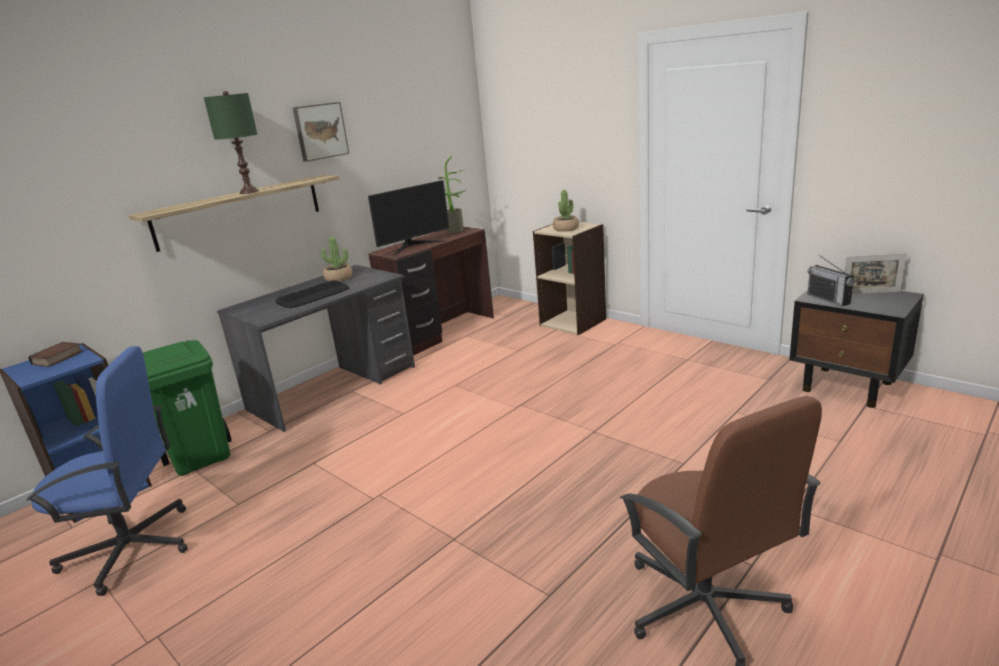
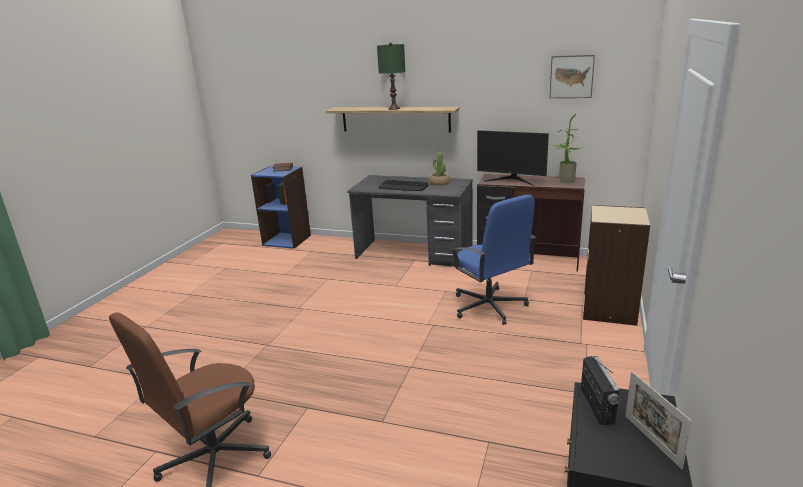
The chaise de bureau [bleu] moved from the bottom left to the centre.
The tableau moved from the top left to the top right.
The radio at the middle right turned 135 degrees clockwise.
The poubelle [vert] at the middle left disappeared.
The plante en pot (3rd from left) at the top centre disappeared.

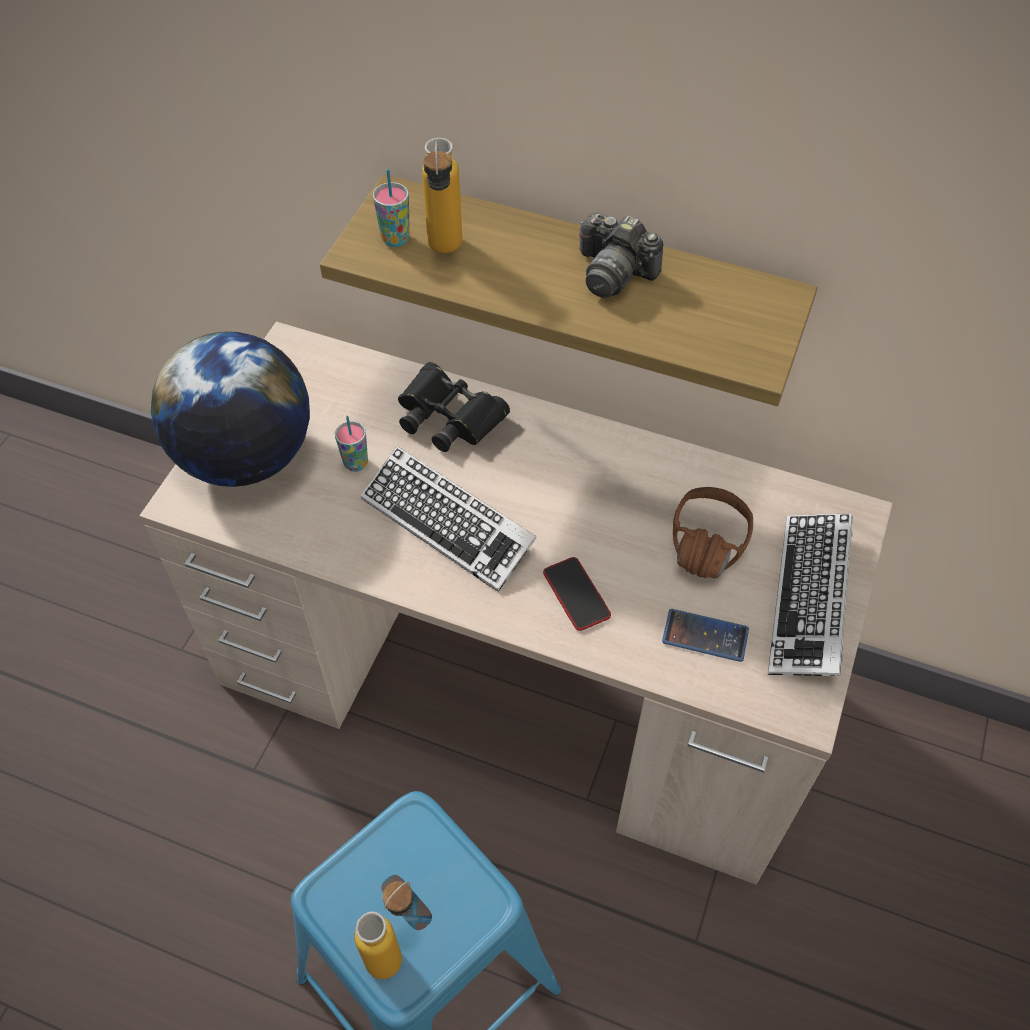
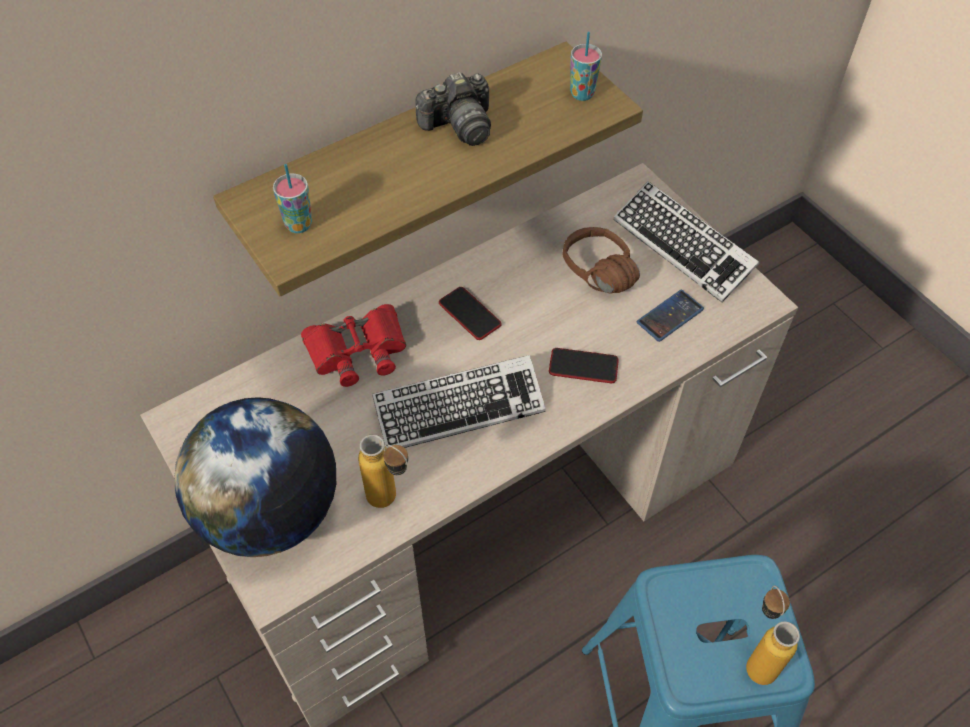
The jumelles [noir] at the centre became the jumelles [rouge] at the centre.
The bouteille (2nd from left in the first image) moved from the top centre to the centre.
The téléphone (1st from left) at the centre appeared.
The tasse (1st from left in the first image) moved from the centre to the top centre.

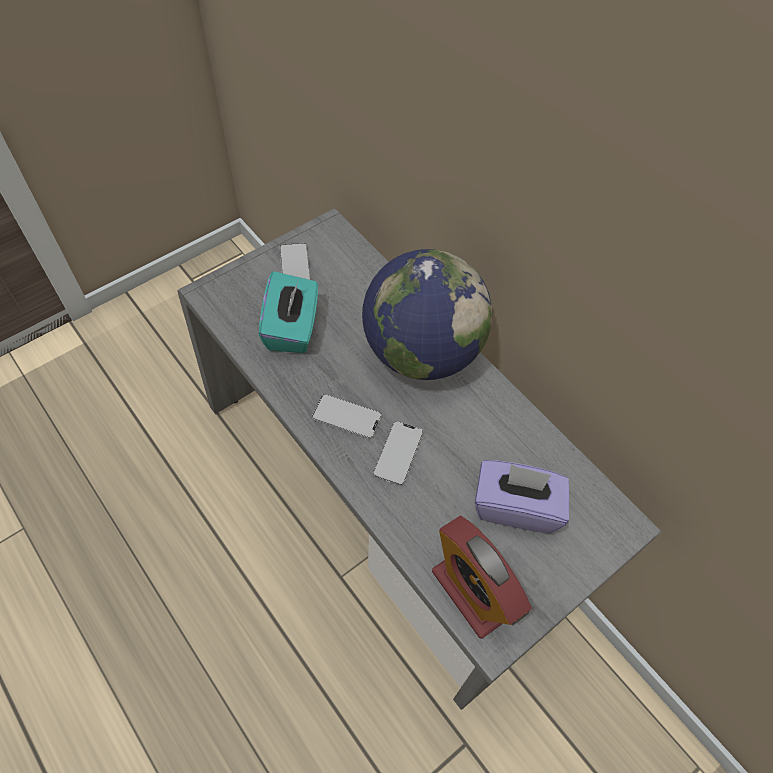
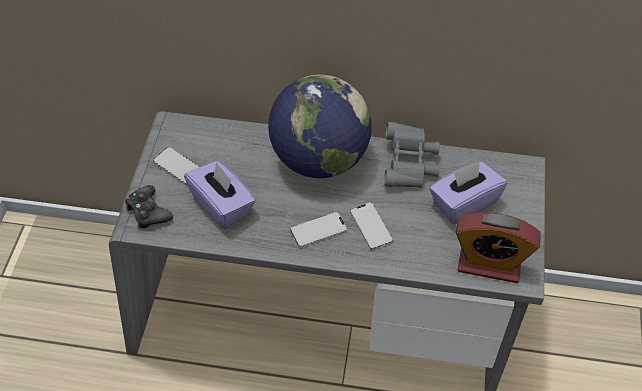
The manette [noir] at the middle left appeared.
The boîte à mouchoirs [turquoise] at the centre became the boîte à mouchoirs [violet] (1st from left) at the centre.
The jumelles [gris] at the centre appeared.

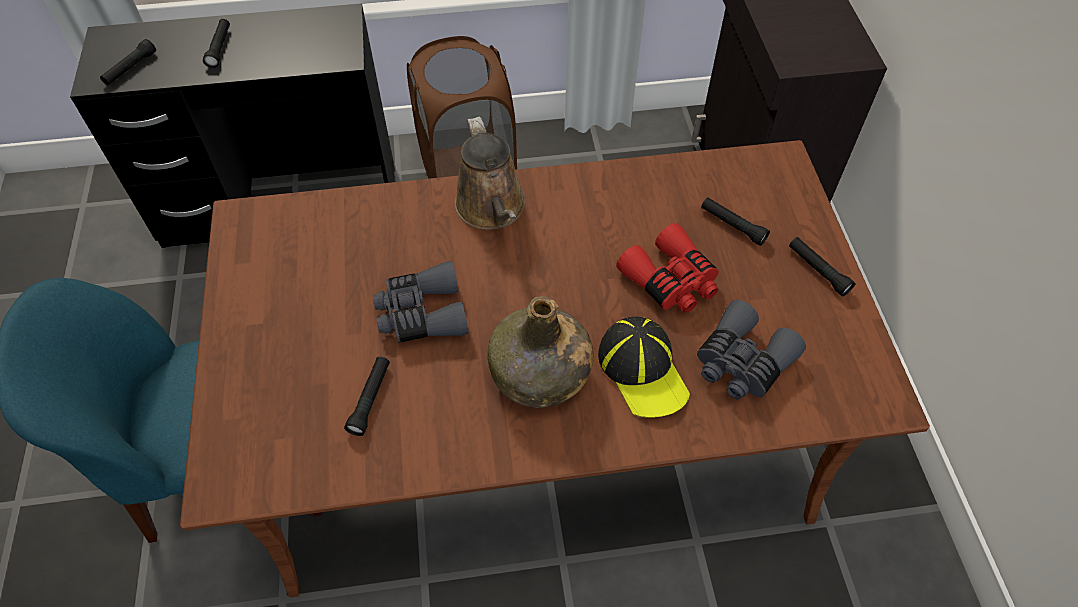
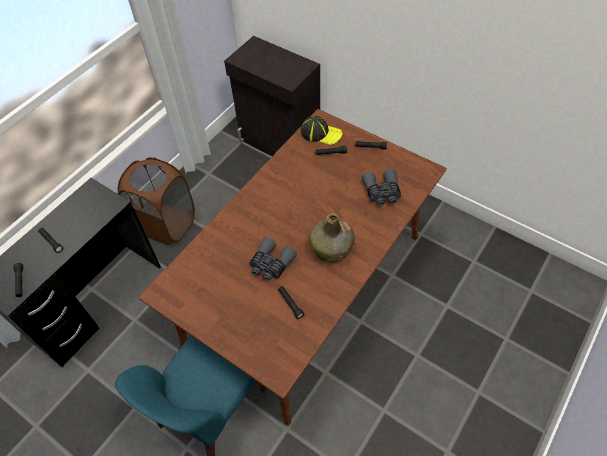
The casquette moved from the centre to the top centre.
The arrosoir [marron] at the top centre disappeared.
The jumelles [rouge] at the centre disappeared.

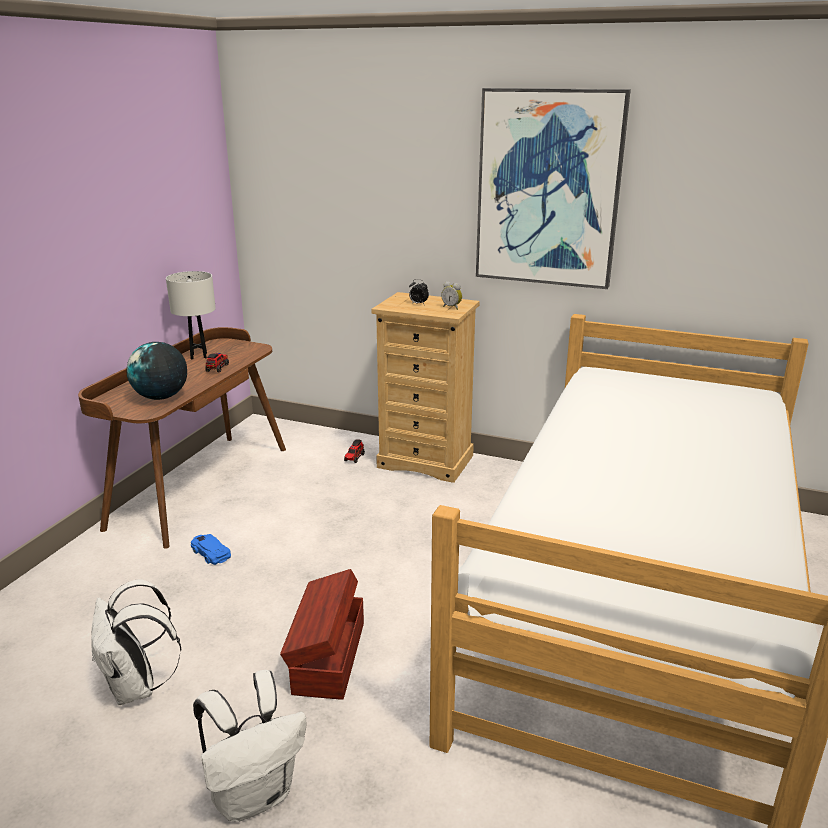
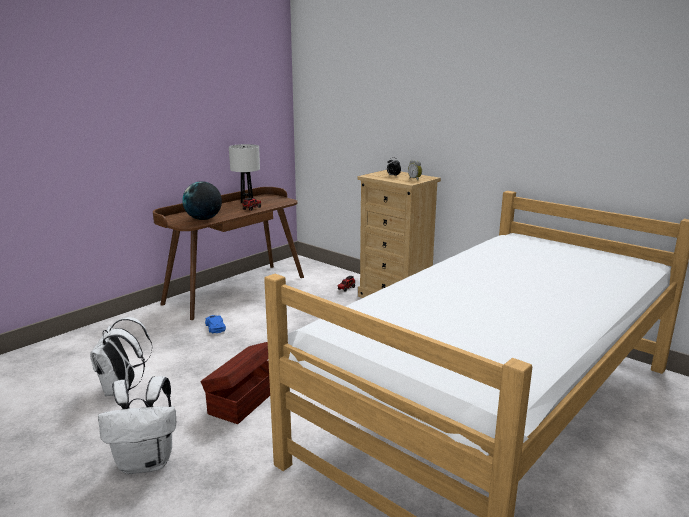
The tableau at the top right disappeared.

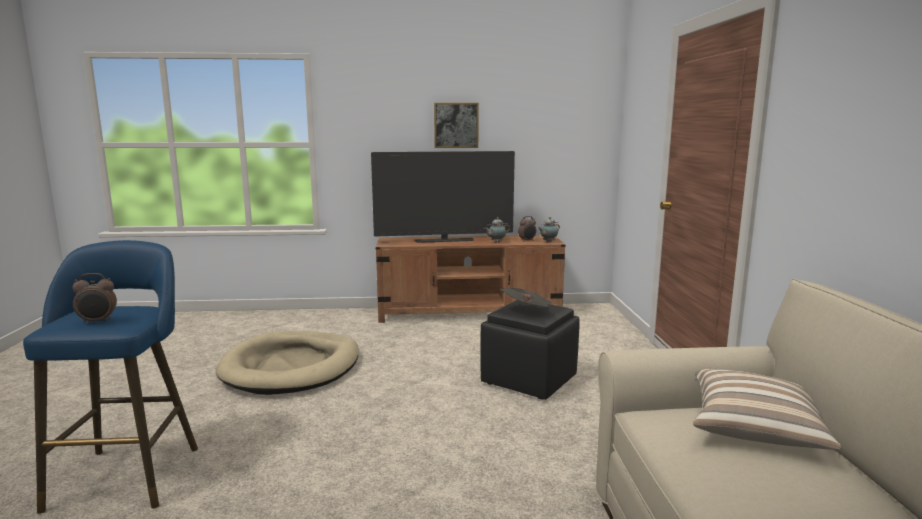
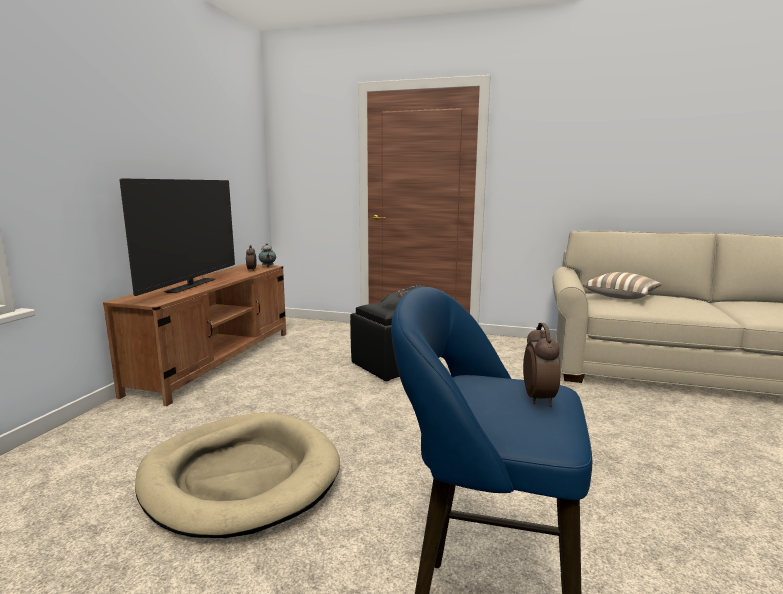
The tableau at the top centre disappeared.
The théière (1st from left) at the centre disappeared.

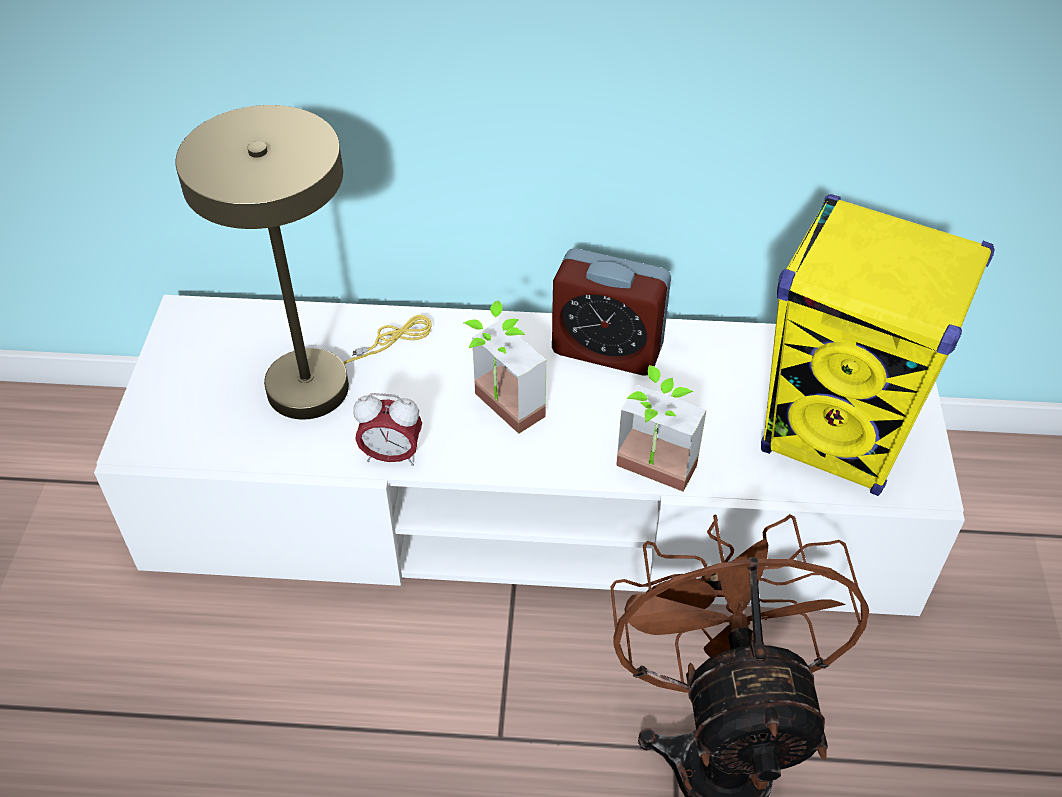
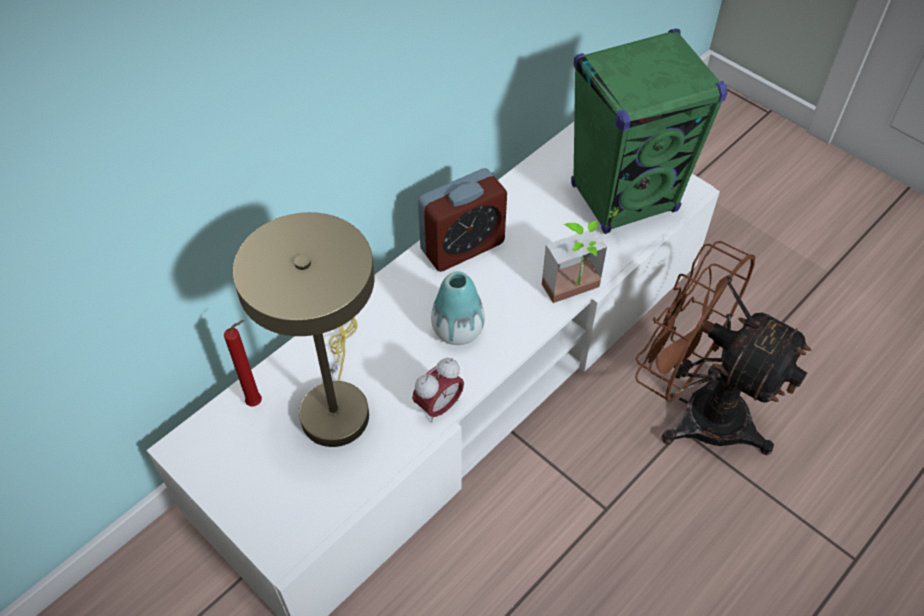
The bougie [rouge] at the middle left appeared.
The plante en pot (1st from left) at the centre was replaced by the vase at the centre.
The enceinte [jaune] at the middle right became the enceinte [vert] at the top right.

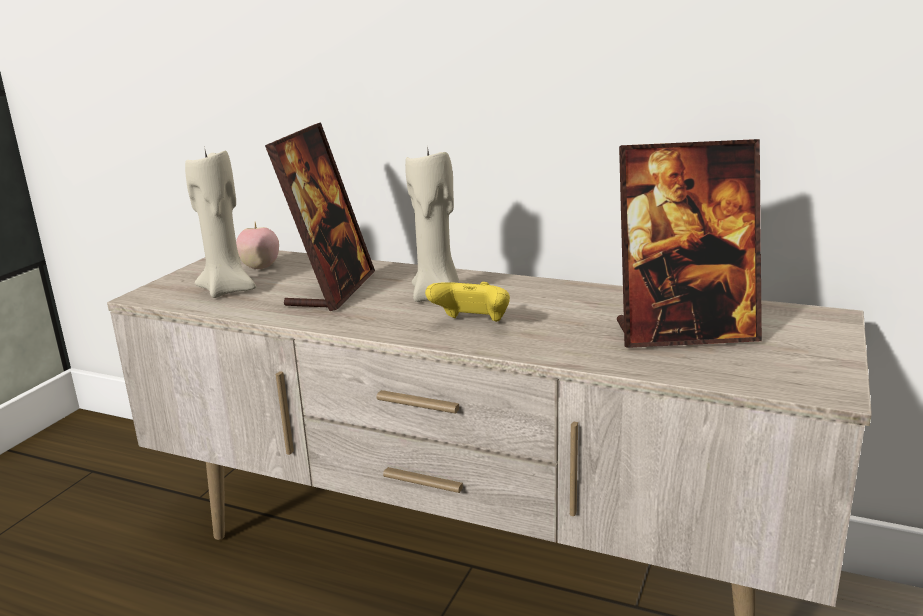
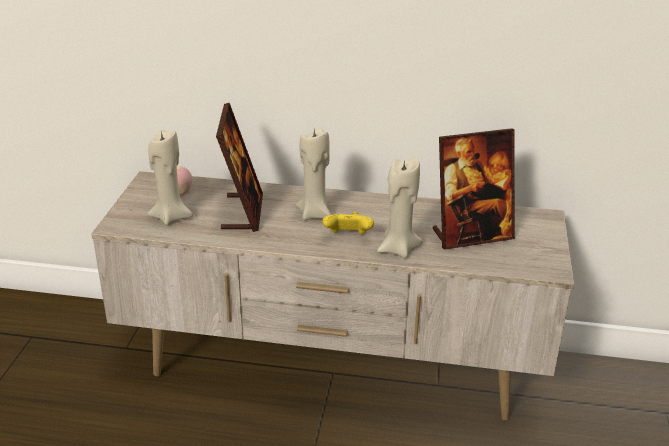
The bougie [beige] (3rd from left) at the centre appeared.

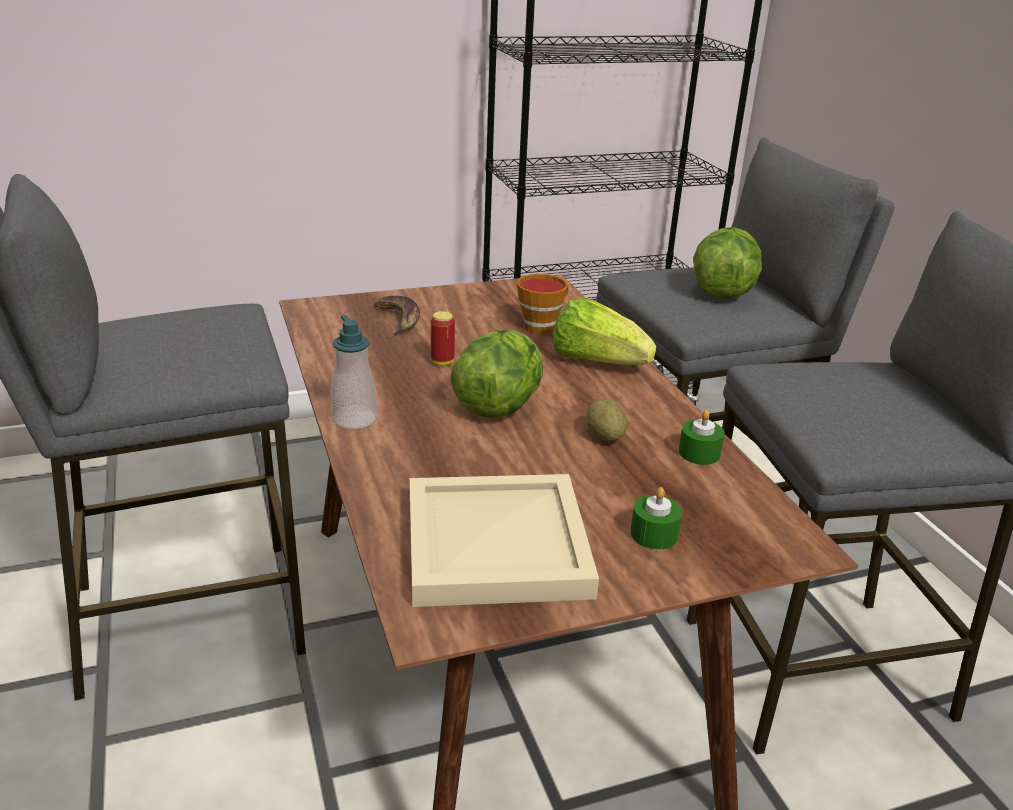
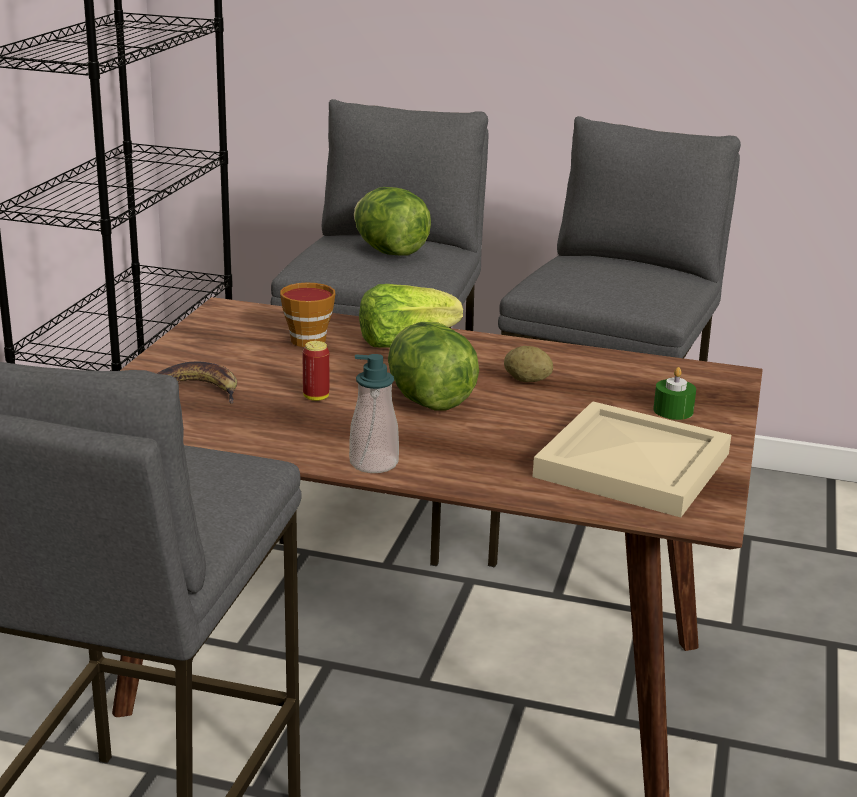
The bougie [vert] (2nd from left) at the middle right disappeared.

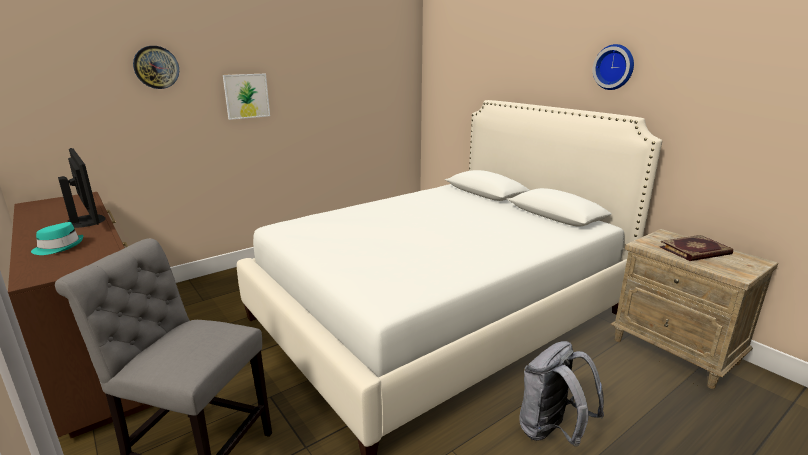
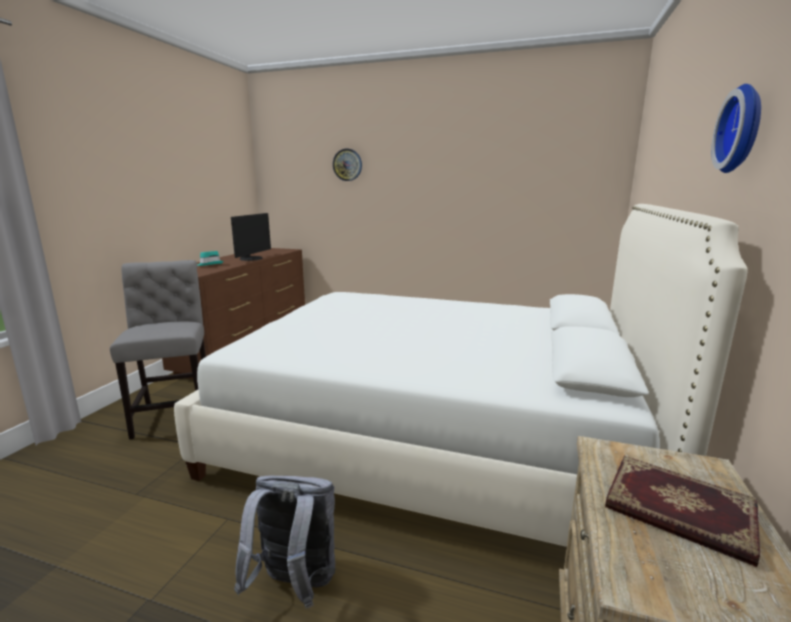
The tableau at the top left disappeared.

